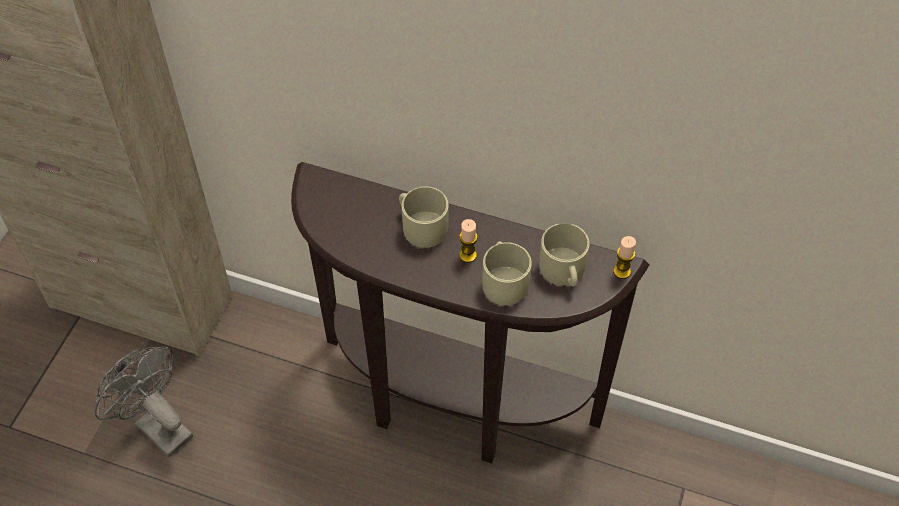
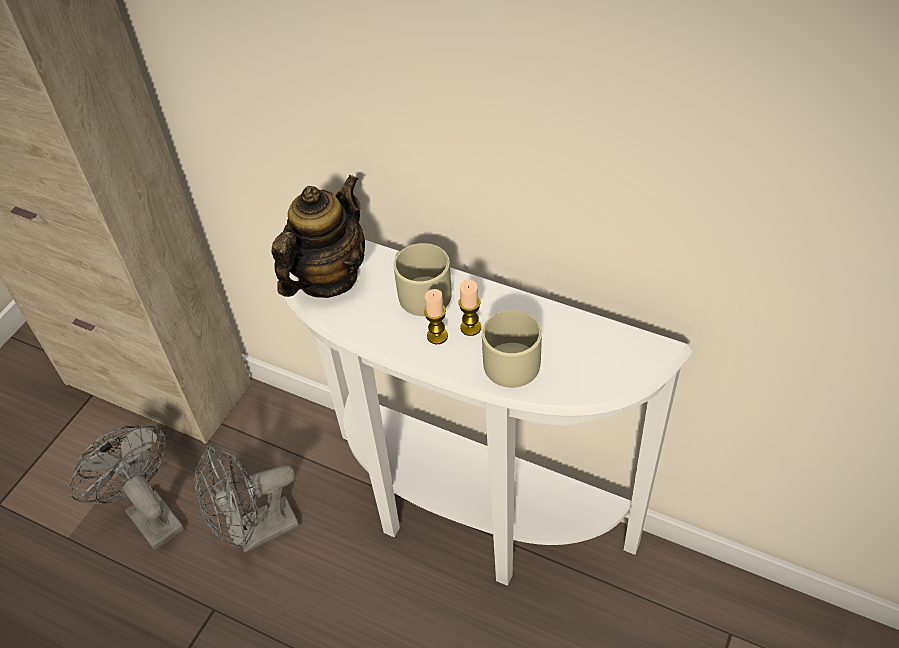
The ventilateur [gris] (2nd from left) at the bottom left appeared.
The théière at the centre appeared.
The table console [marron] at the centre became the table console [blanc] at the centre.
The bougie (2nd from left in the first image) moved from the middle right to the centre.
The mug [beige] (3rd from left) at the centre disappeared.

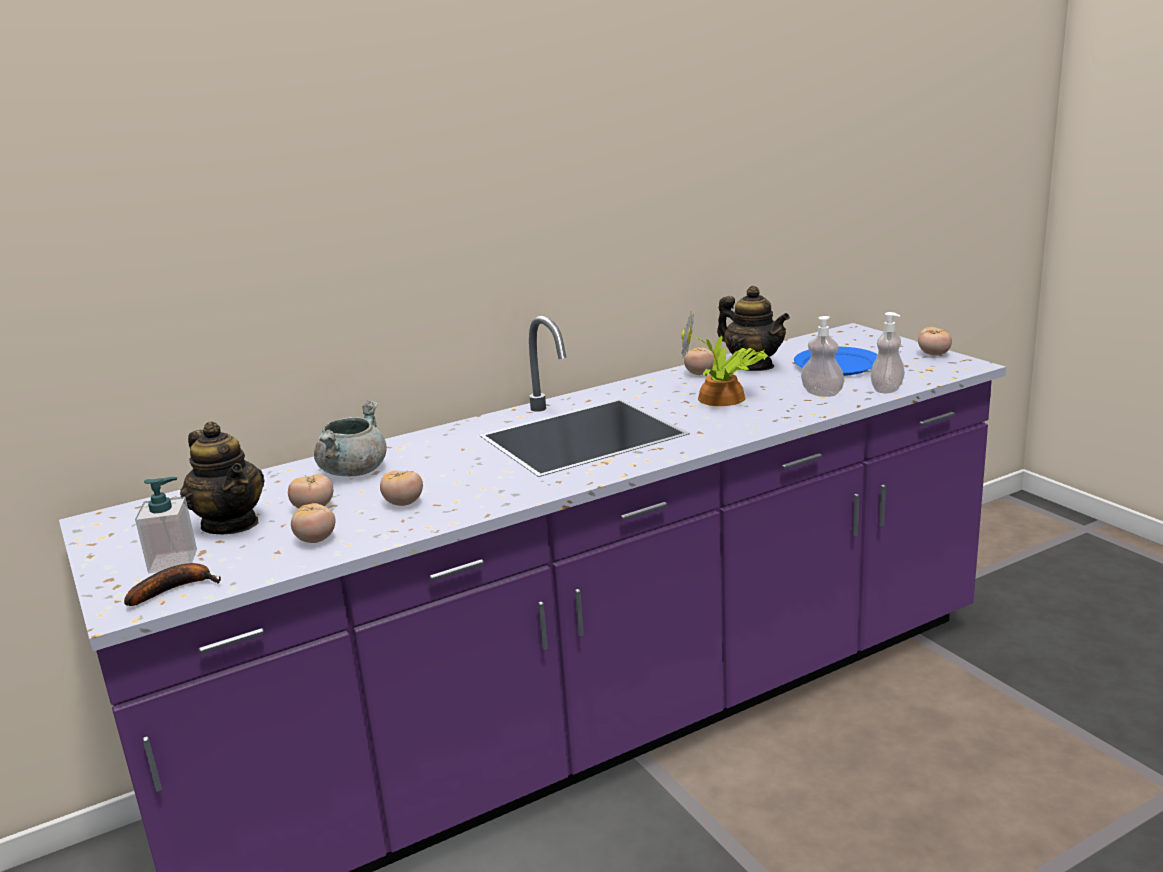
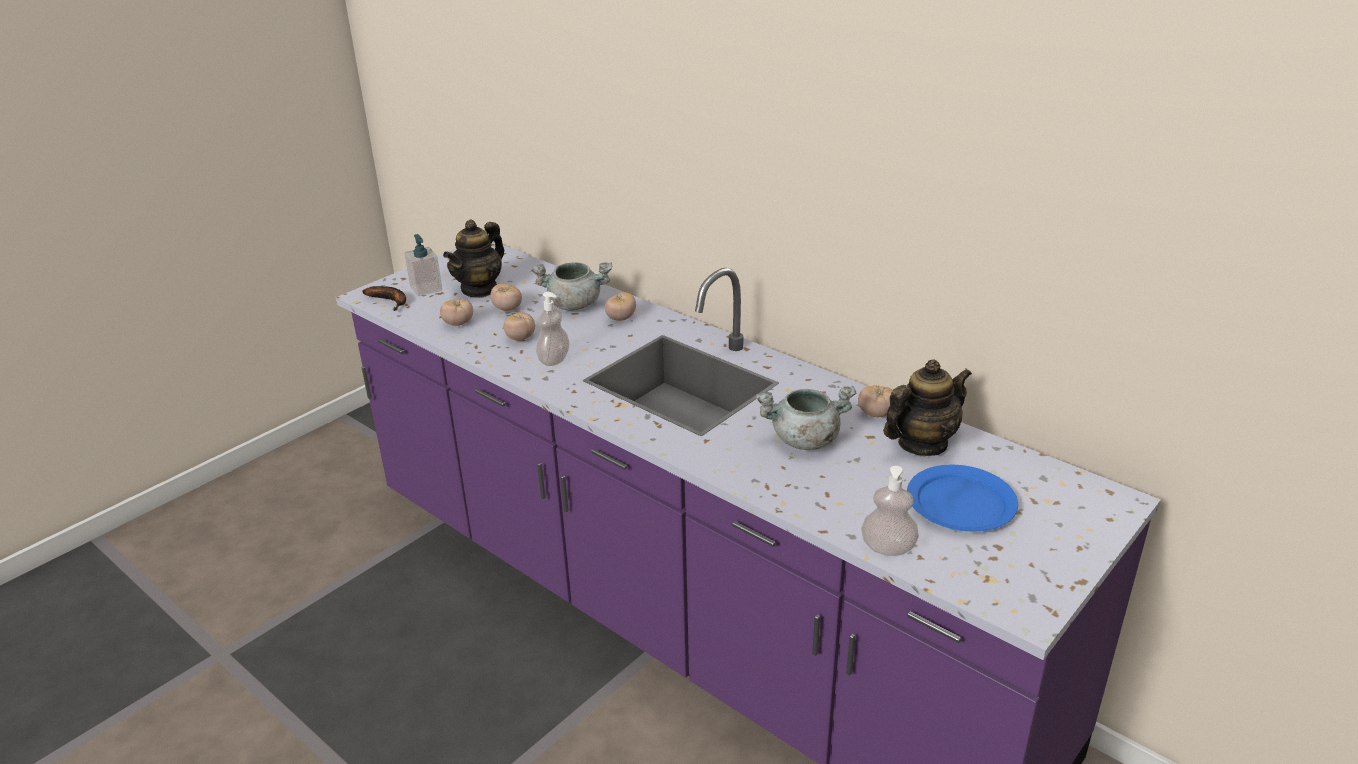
The distributeur de savon (2nd from left) moved from the middle right to the centre.
The tomate (5th from left in the first image) moved from the middle right to the centre.
The plante en pot at the centre was replaced by the marmite [gris] (2nd from left) at the centre.
The théière (2nd from left) at the centre turned 150 degrees counterclockwise.

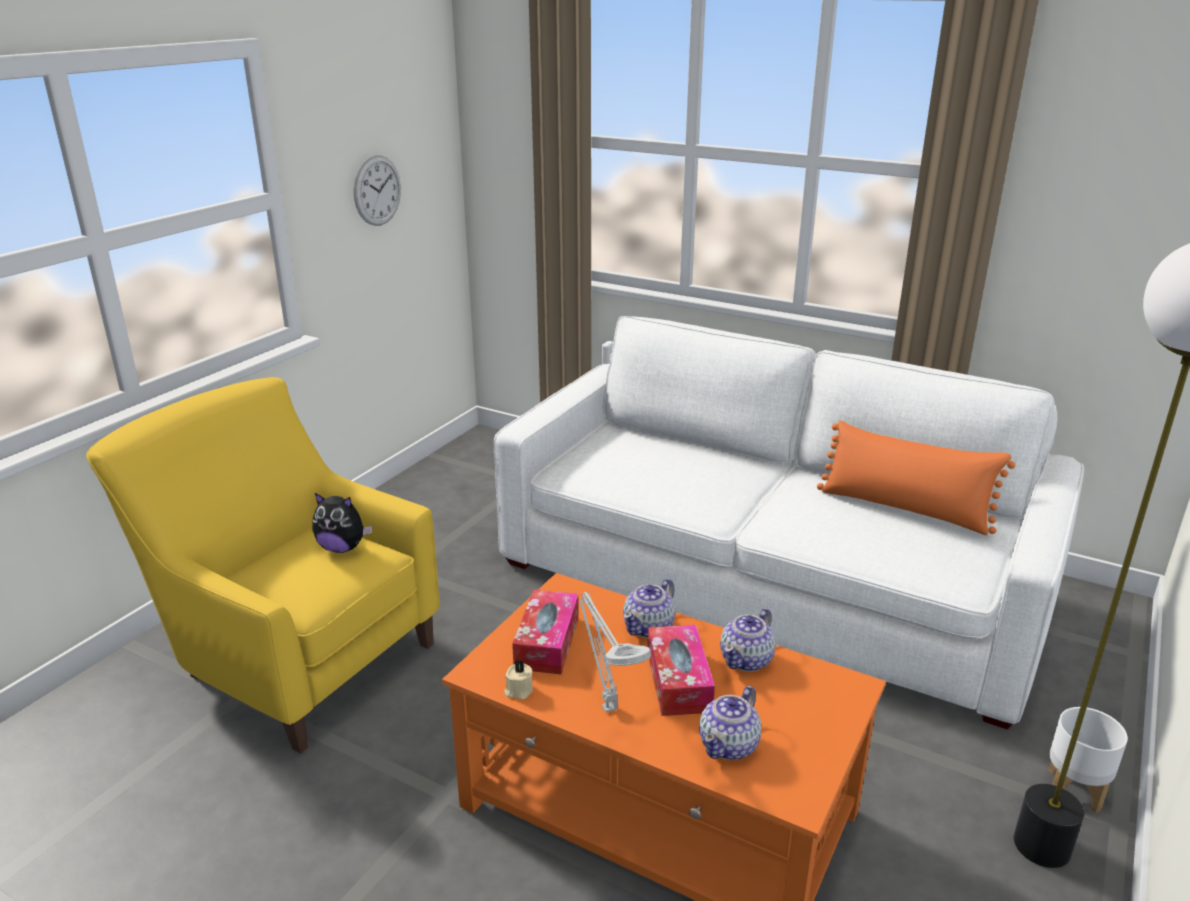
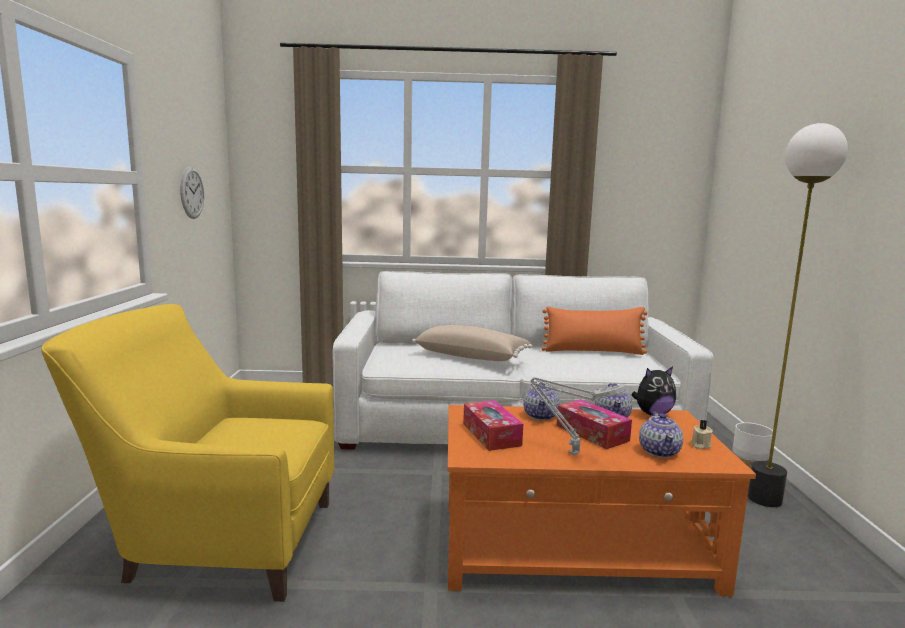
The coussin [beige] at the centre appeared.
The peluche moved from the middle left to the middle right.
The bougie [beige] moved from the bottom centre to the bottom right.

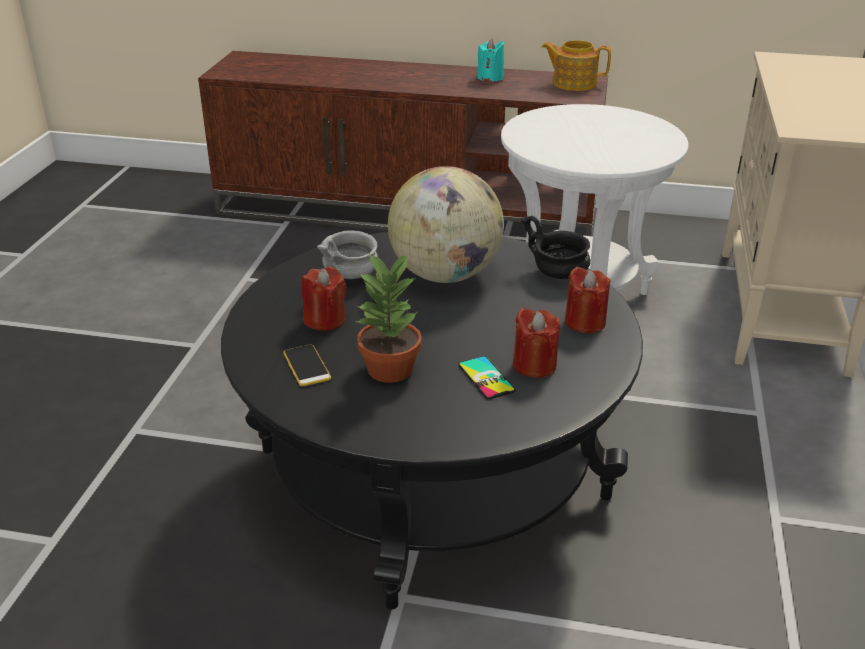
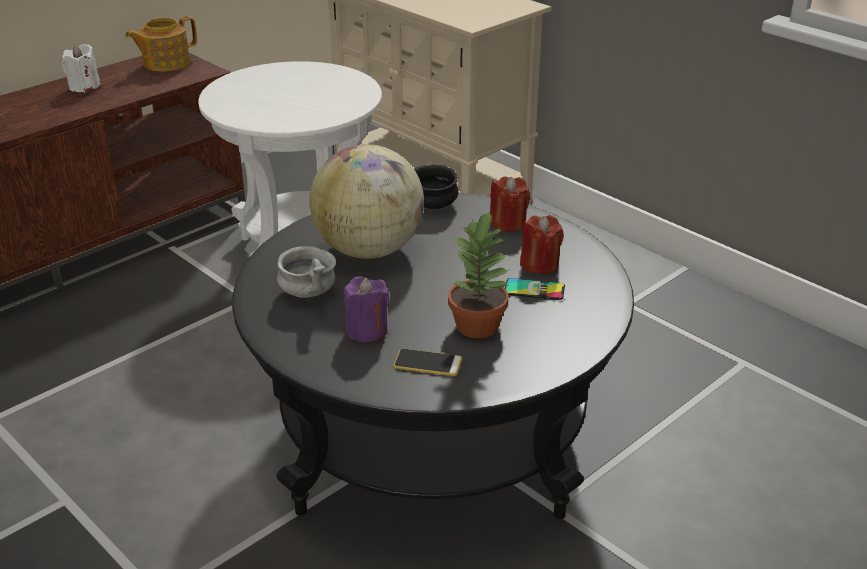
The bougie [turquoise] at the top centre became the bougie [blanc] at the top left.
The bougie [rouge] (1st from left) at the centre became the bougie [violet] at the centre.

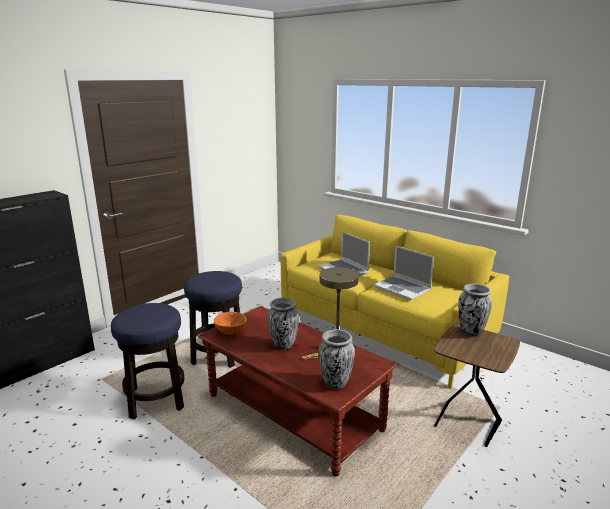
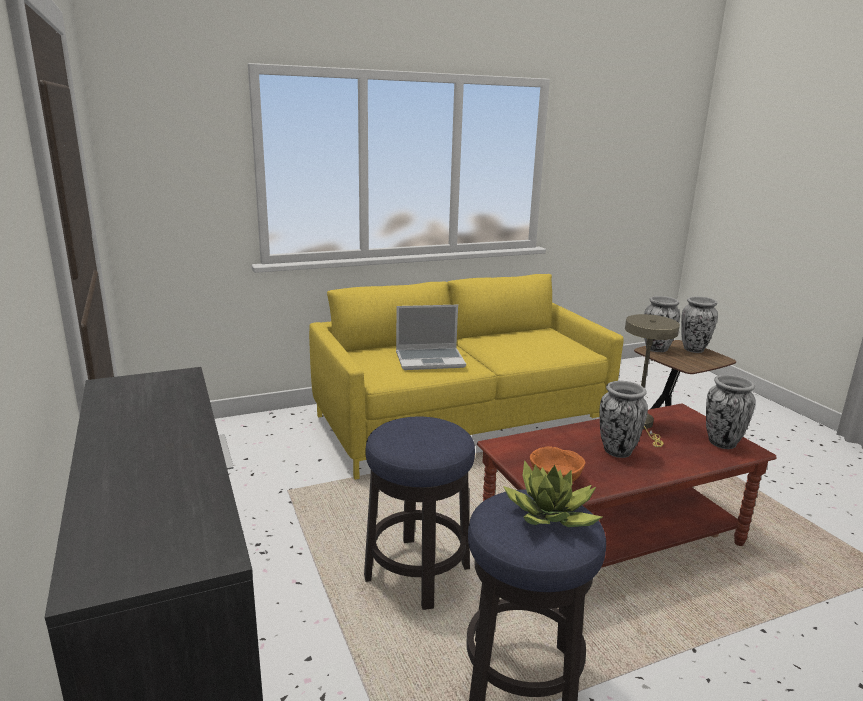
The plante en pot at the bottom centre appeared.
The vase (3rd from left) at the middle right appeared.
The ordinateur portable (2nd from left) at the centre disappeared.

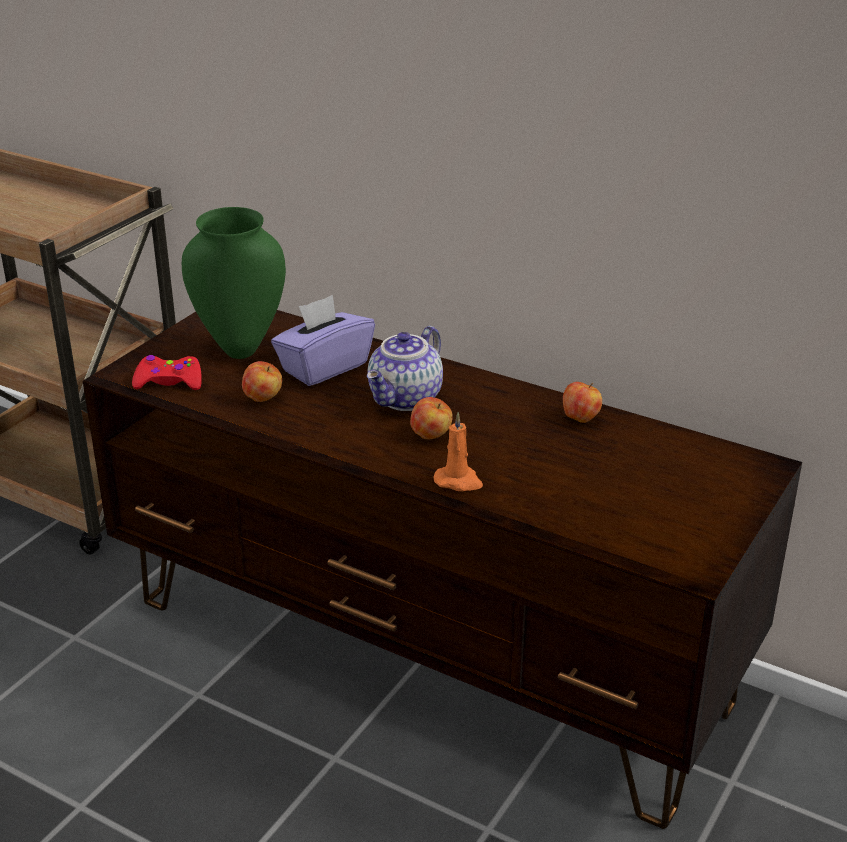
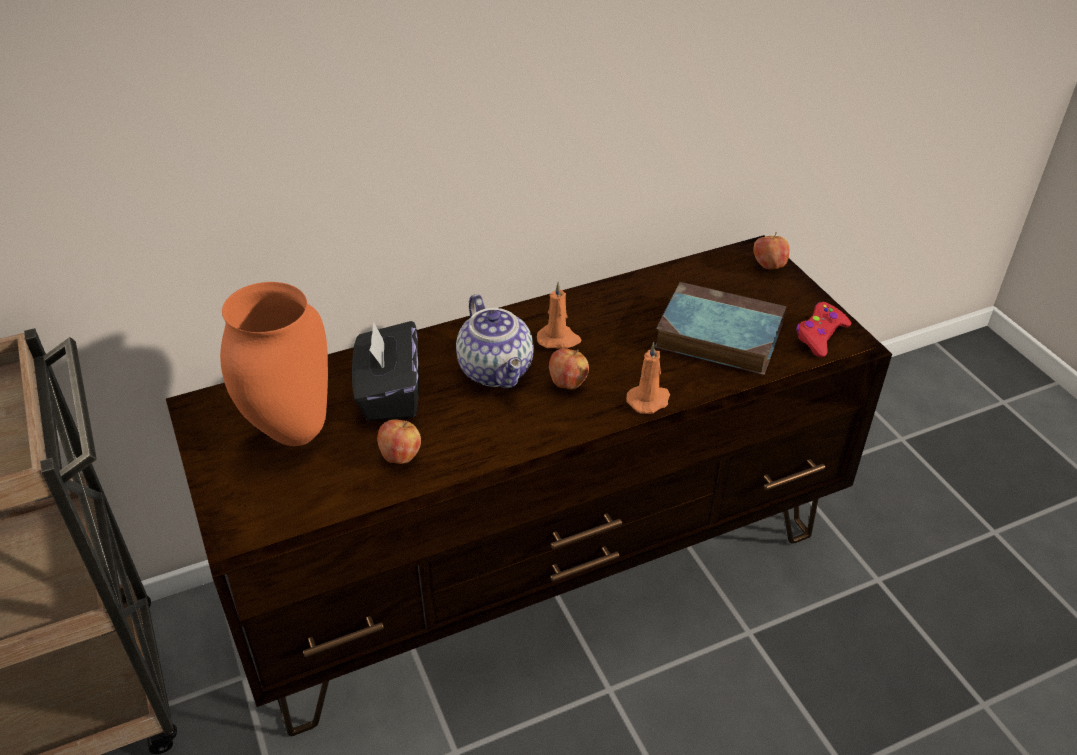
The vase [vert] at the middle left became the vase [orange] at the middle left.
The boîte à mouchoirs [violet] at the centre became the boîte à mouchoirs [noir] at the centre.
The bougie [orange] (1st from left) at the centre appeared.
The livre at the middle right appeared.
The pomme (3rd from left) moved from the middle right to the top right.
The manette [rouge] moved from the middle left to the middle right.

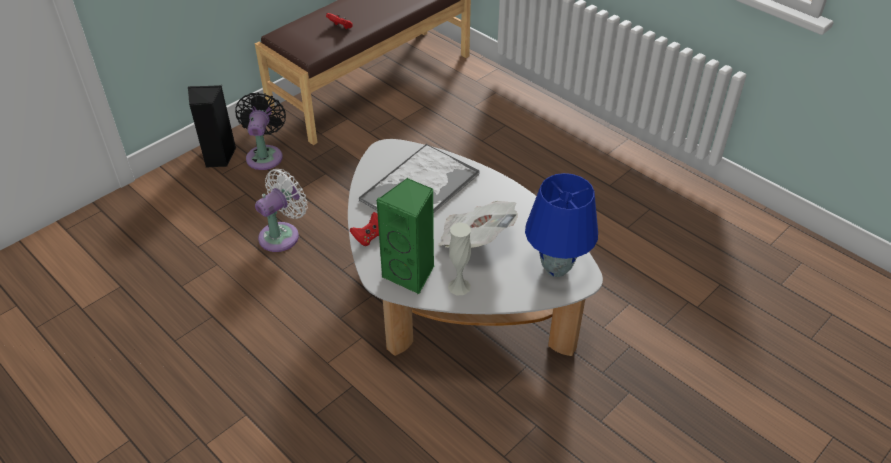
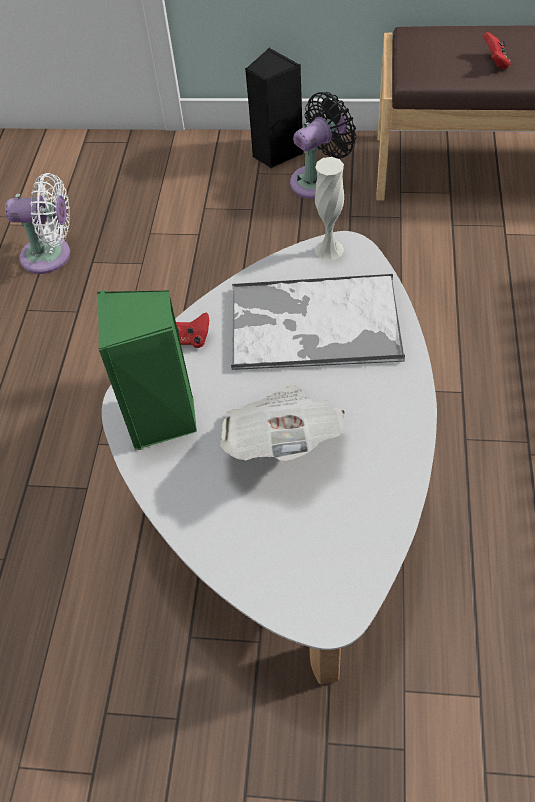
The ventilateur [blanc] moved from the middle left to the top left.
The vase [blanc] moved from the centre to the top centre.
The lampe de table [bleu] at the centre disappeared.

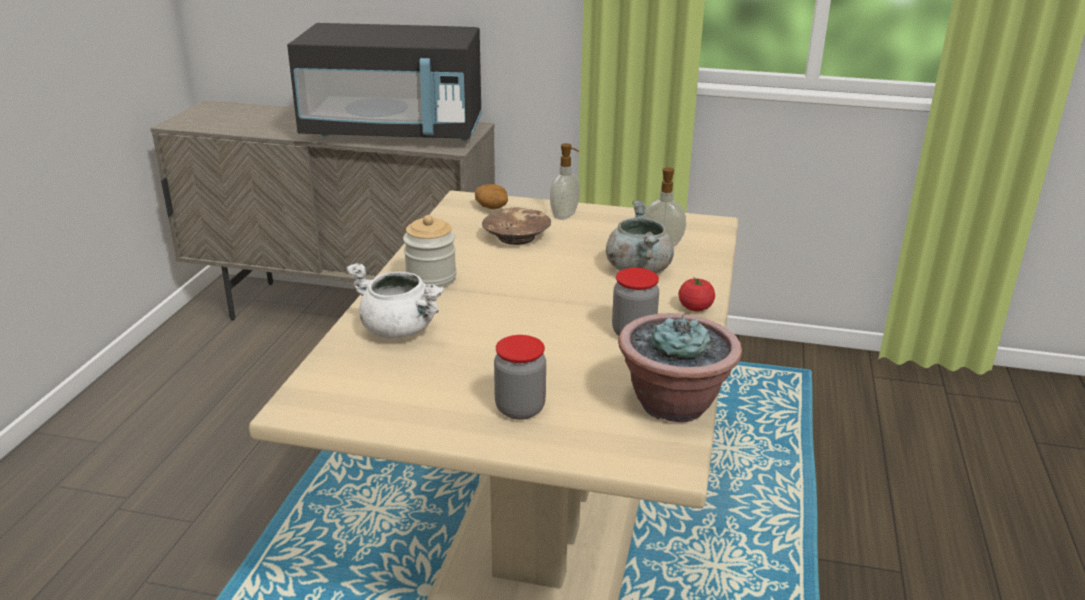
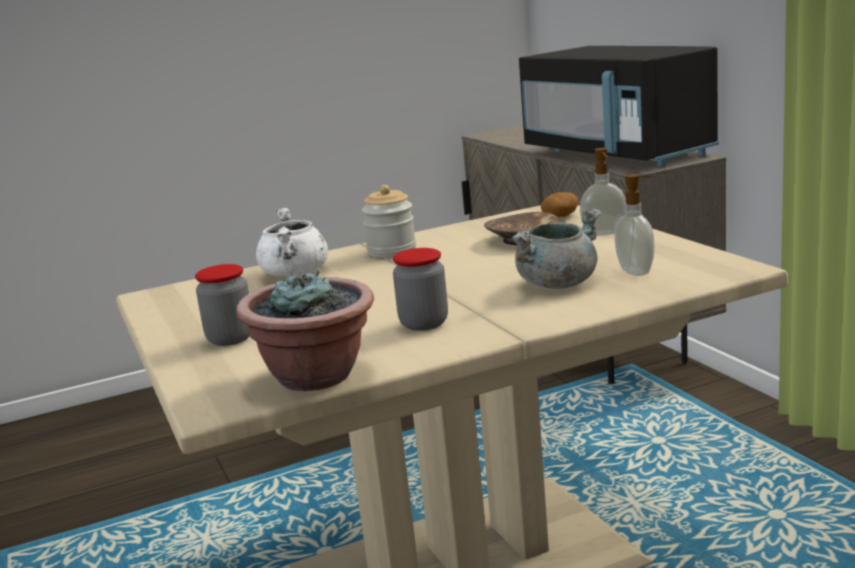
The tomate at the centre disappeared.

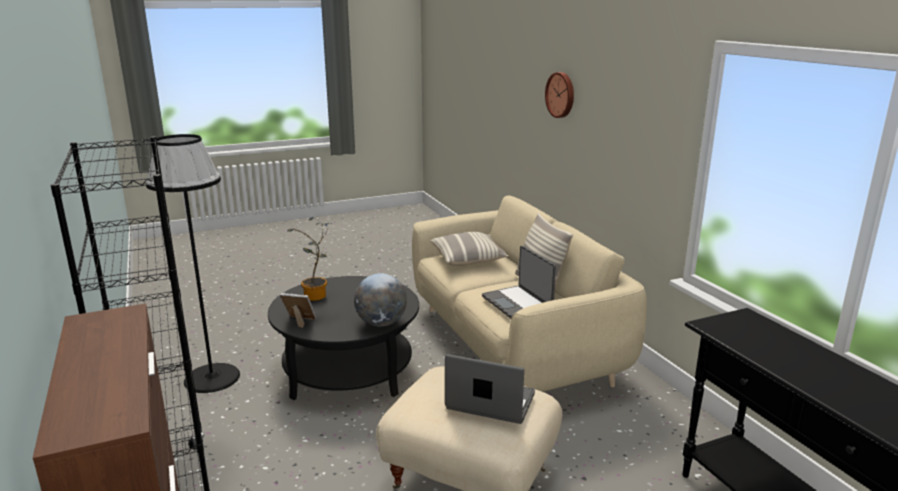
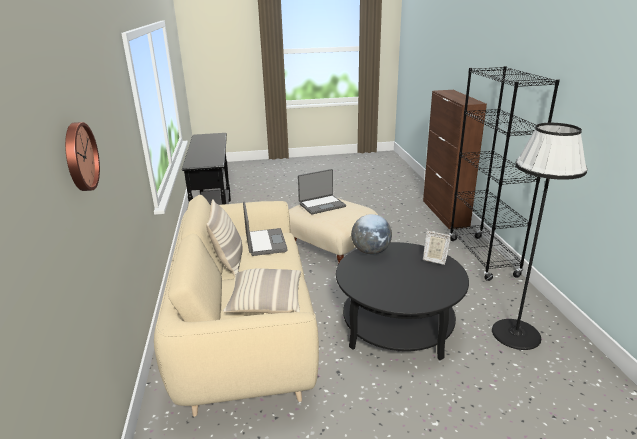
The ordinateur portable (1st from left in the first image) at the bottom centre turned 60 degrees counterclockwise.
The plante en pot at the centre disappeared.

